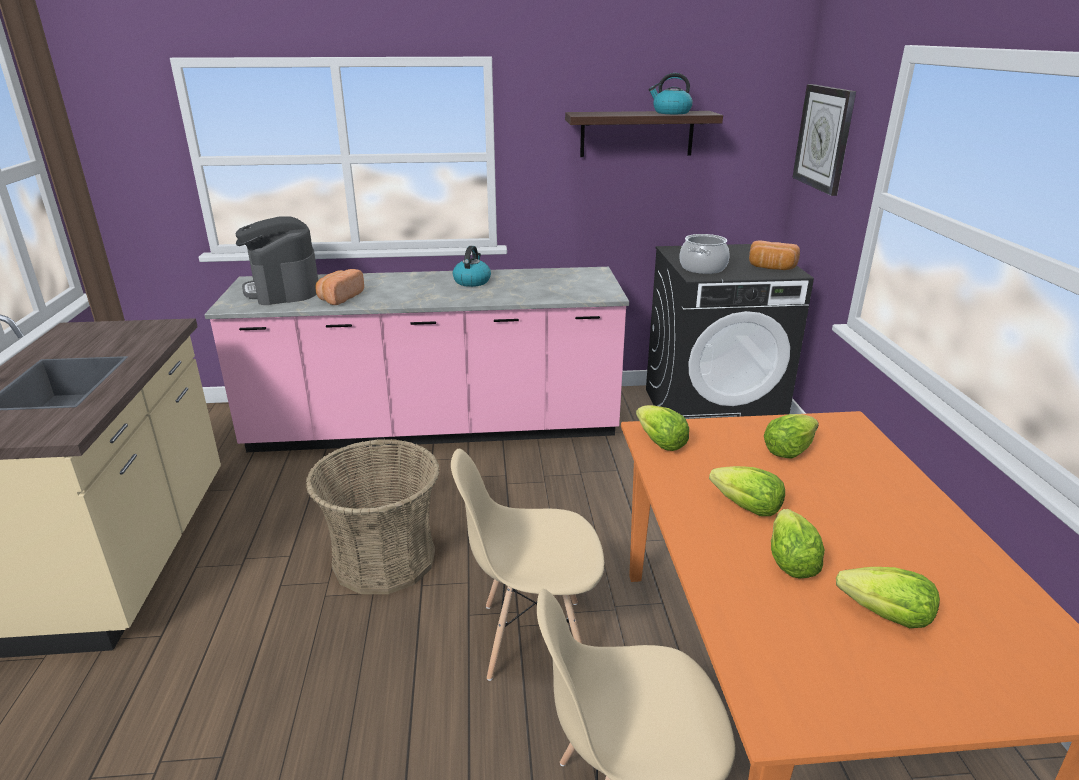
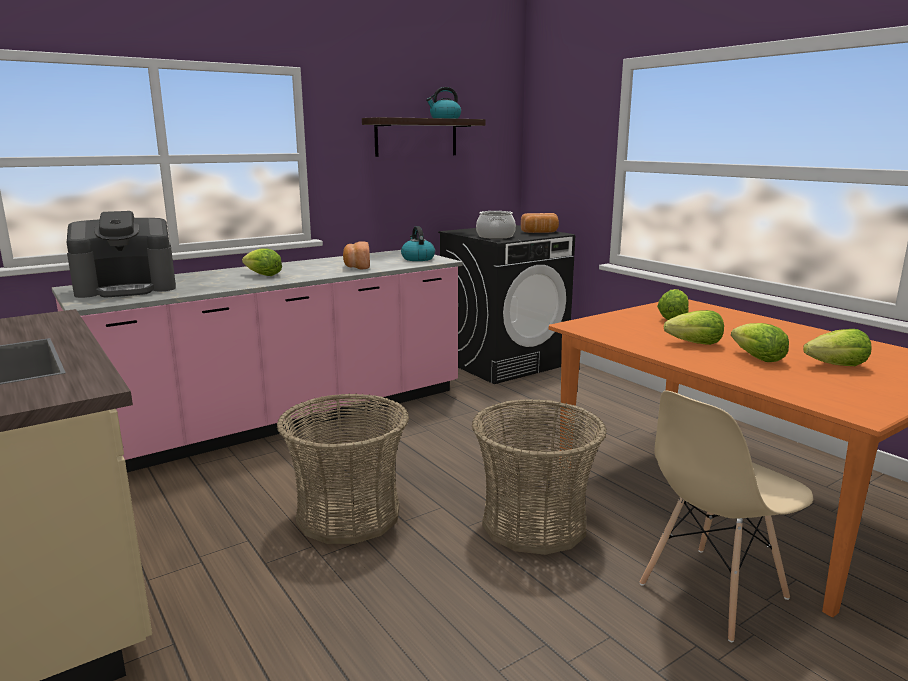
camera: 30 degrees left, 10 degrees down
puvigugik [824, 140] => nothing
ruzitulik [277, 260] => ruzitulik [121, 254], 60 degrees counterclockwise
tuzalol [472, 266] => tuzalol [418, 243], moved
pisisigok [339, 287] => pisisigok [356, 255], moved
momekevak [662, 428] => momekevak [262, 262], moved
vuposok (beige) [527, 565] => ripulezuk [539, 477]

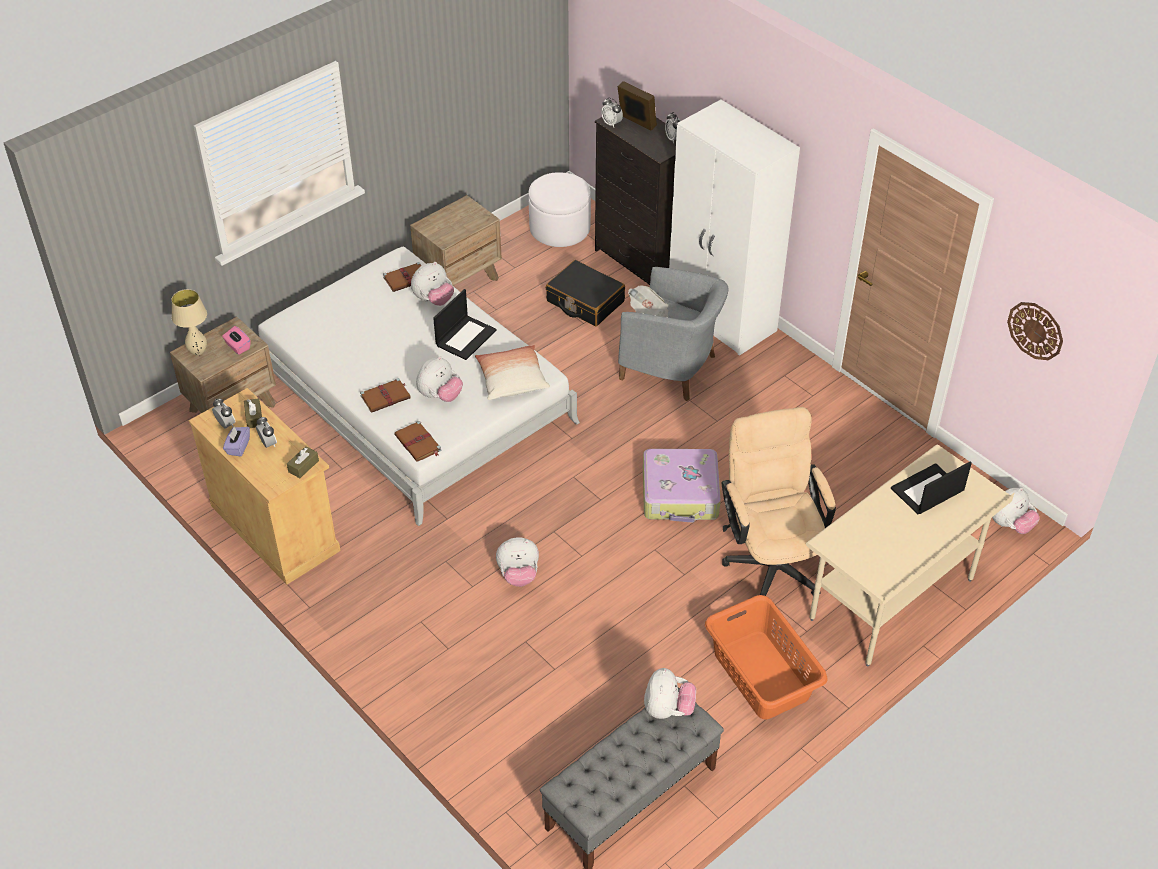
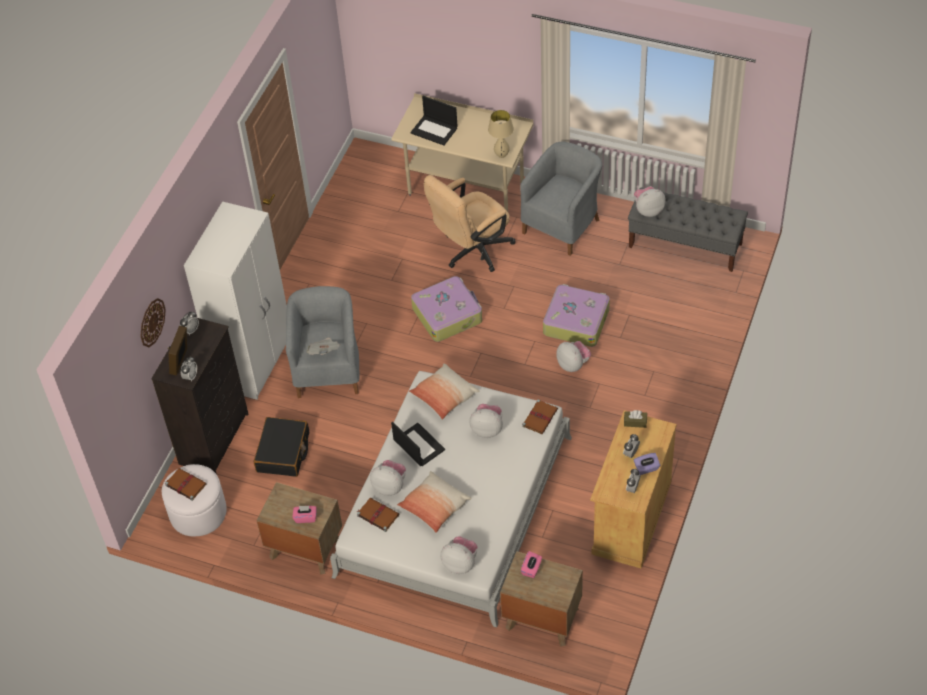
camera: 115 degrees left, 5 degrees up
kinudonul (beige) [189, 322] => kinudonul (beige) [501, 134], moved
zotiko [465, 324] => zotiko [418, 443], 45 degrees clockwise
puvigugik [1035, 331] => puvigugik [153, 322], moved
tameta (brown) [385, 395] => tameta (brown) [186, 484], moved
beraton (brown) [253, 413] => nothing
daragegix [1016, 510] => daragegix [459, 555], moved
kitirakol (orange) [766, 657] => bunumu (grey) [561, 198]
nothing => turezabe [576, 315]
nothing => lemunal [434, 502]
nothing => beraton (pink) [304, 514]

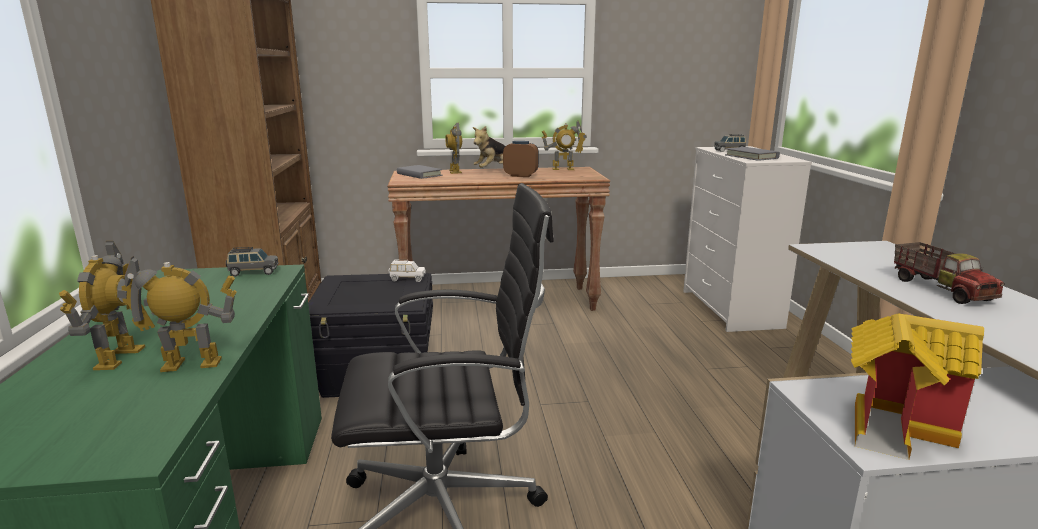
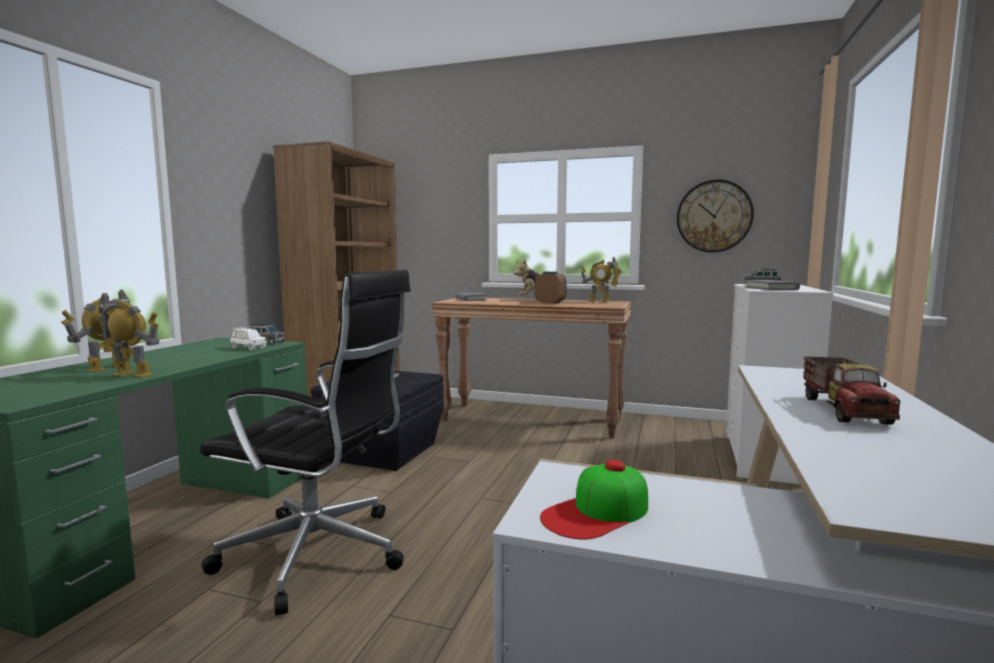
camera: 25 degrees right, 10 degrees down
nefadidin [453, 148] => nothing
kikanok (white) [407, 271] => kikanok (white) [248, 338], moved
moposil [917, 386] => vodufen [594, 500]
nothing => puvigugik [715, 216]

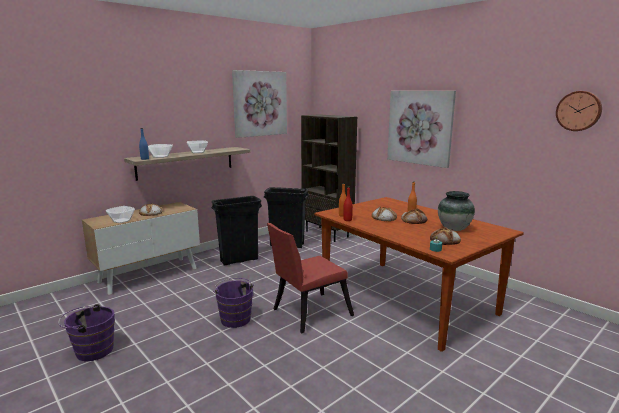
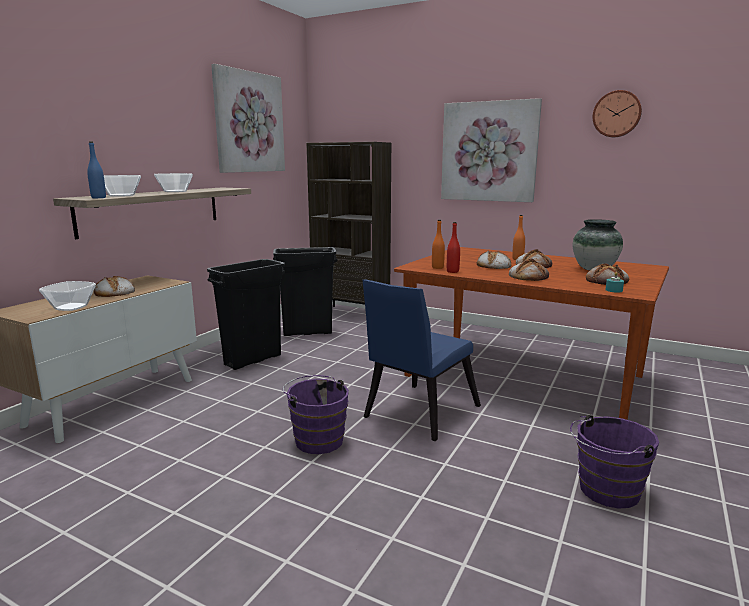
camera: 20 degrees left, 0 degrees up
puvigugik [579, 111] => puvigugik [617, 113], moved
vuposok (red) [310, 278] => vuposok (blue) [422, 360]
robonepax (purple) [86, 332] => robonepax (purple) [614, 461], moved
nothing => pisisigok [529, 270]

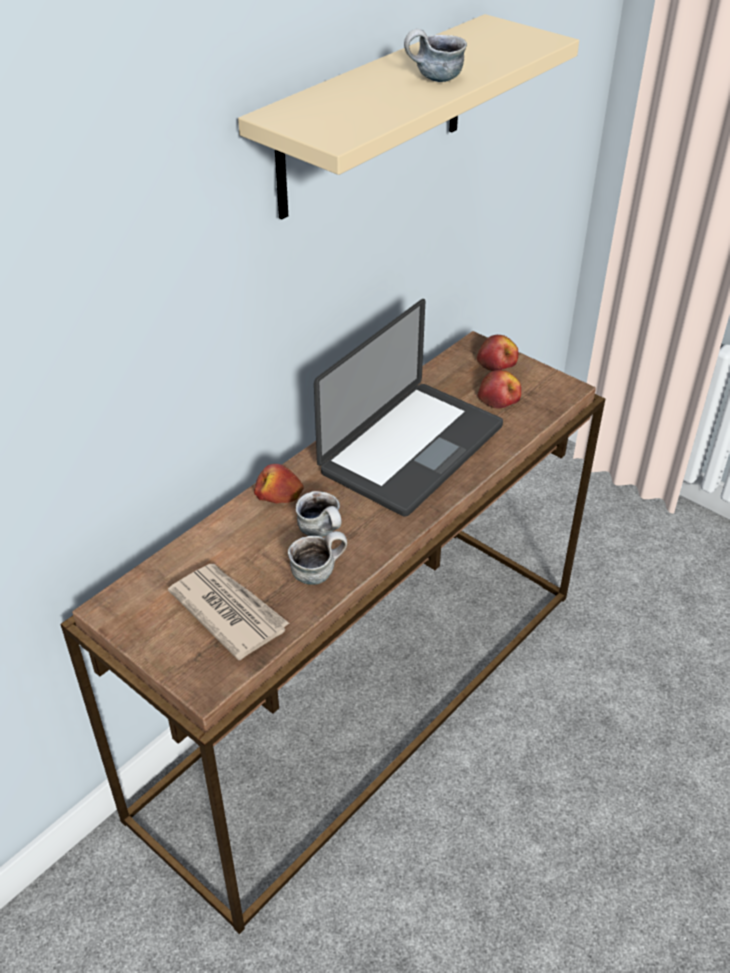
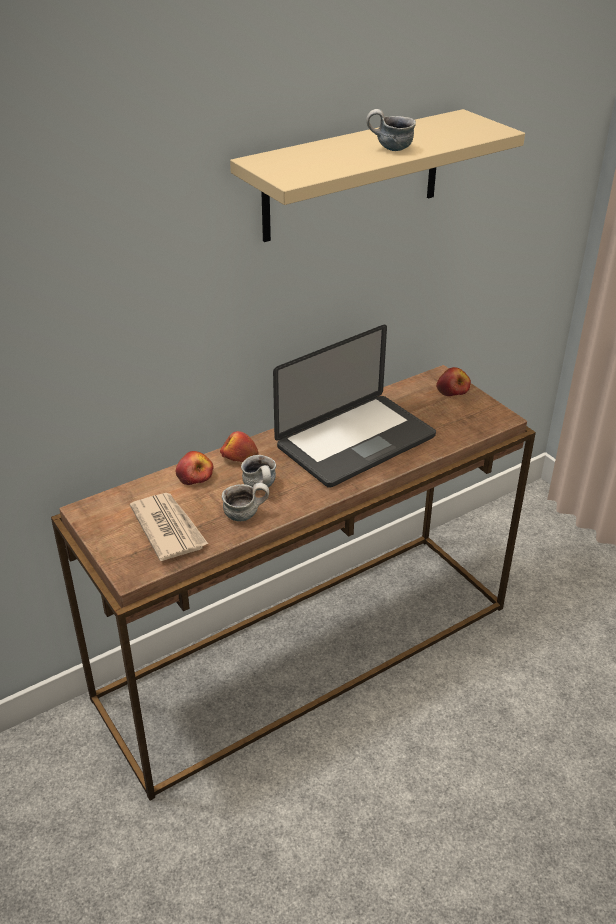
camera: 15 degrees right, 5 degrees down
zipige [499, 389] => zipige [195, 468], moved

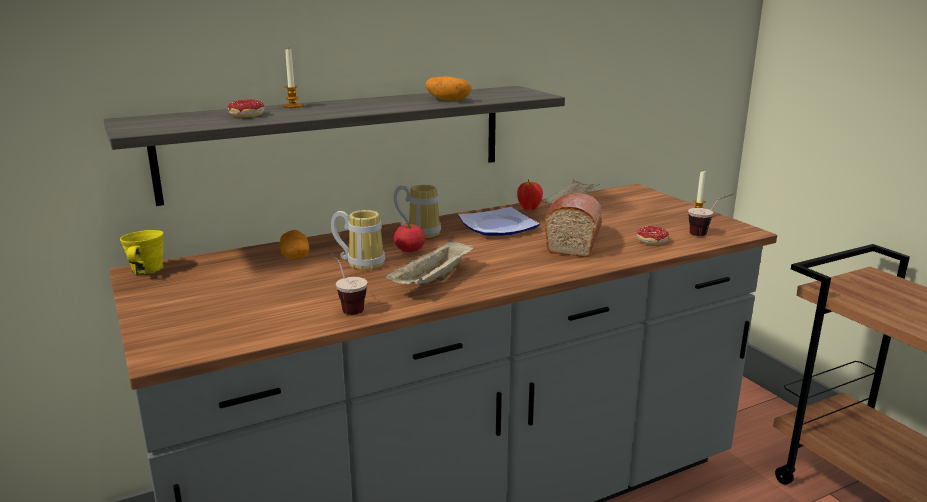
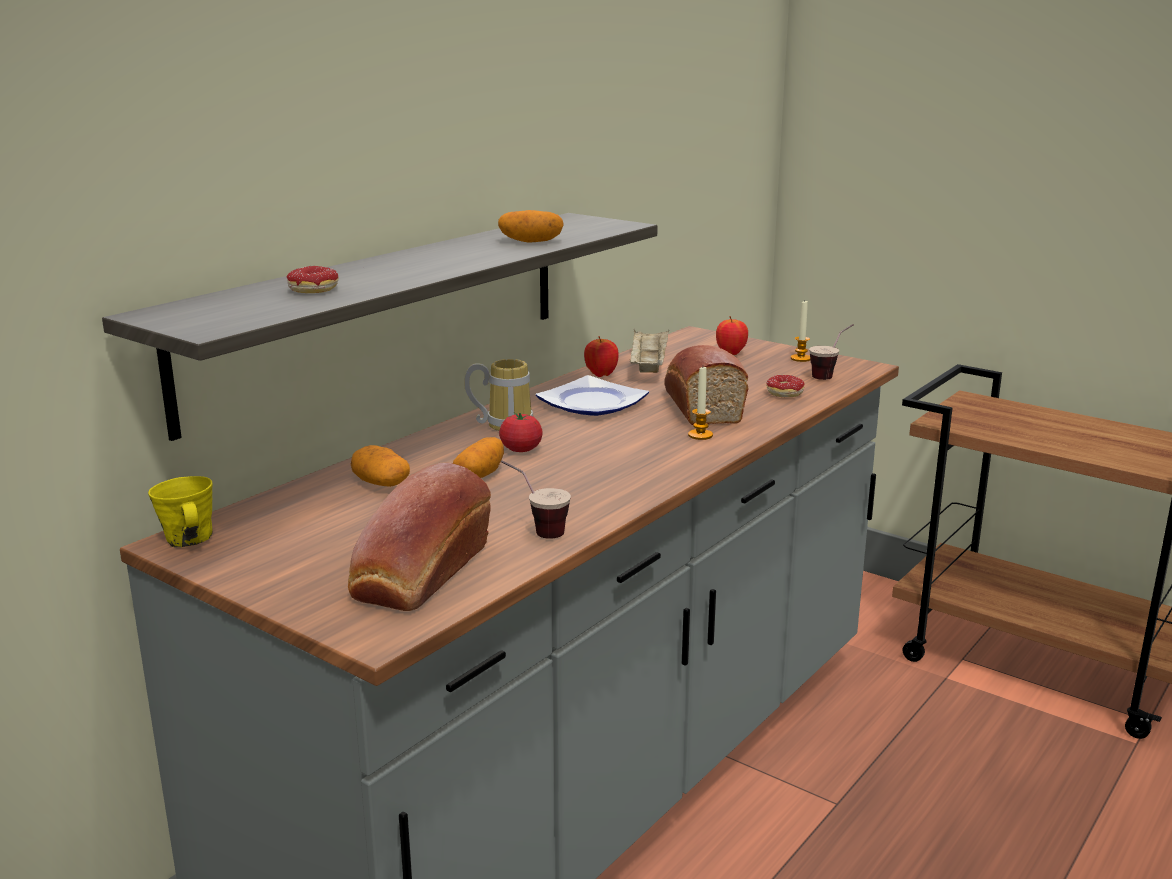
camera: 25 degrees left, 0 degrees up
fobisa [293, 78] => fobisa [700, 403], moved
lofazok [358, 240] => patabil [478, 457]
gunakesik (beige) [429, 262] => nothing
nothing => zipige [732, 335]
nothing => pisisigok [419, 537]

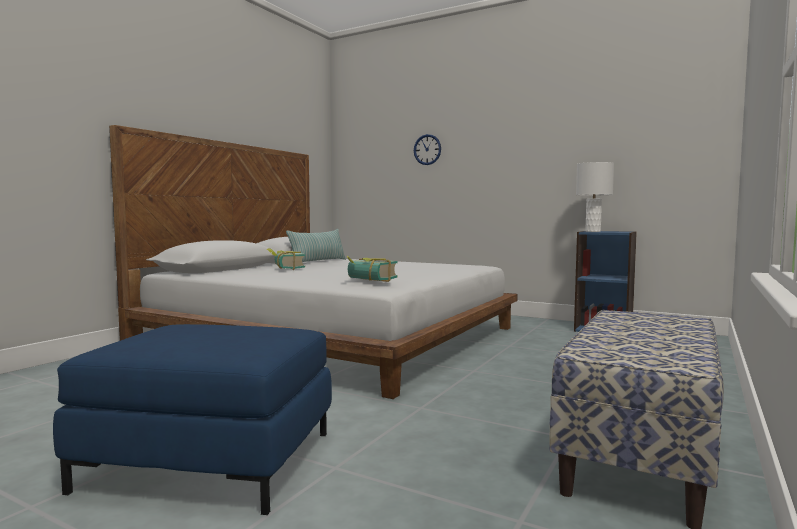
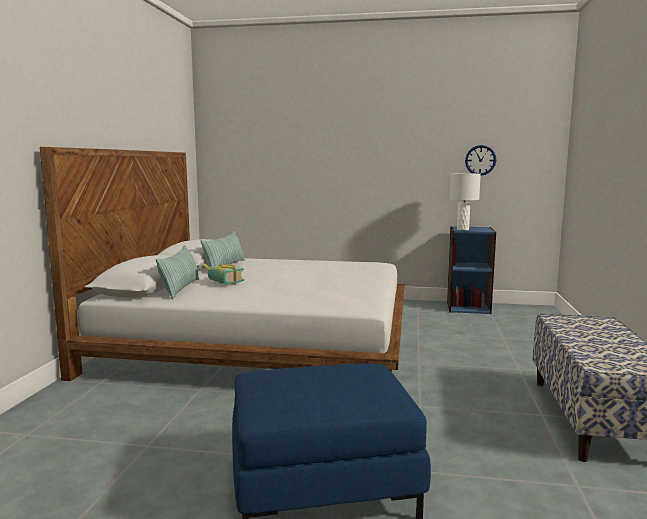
camera: 20 degrees left, 5 degrees up
puvigugik [427, 149] => puvigugik [480, 160], moved
tameta [372, 269] => nothing
nothing => lemunal [177, 272]

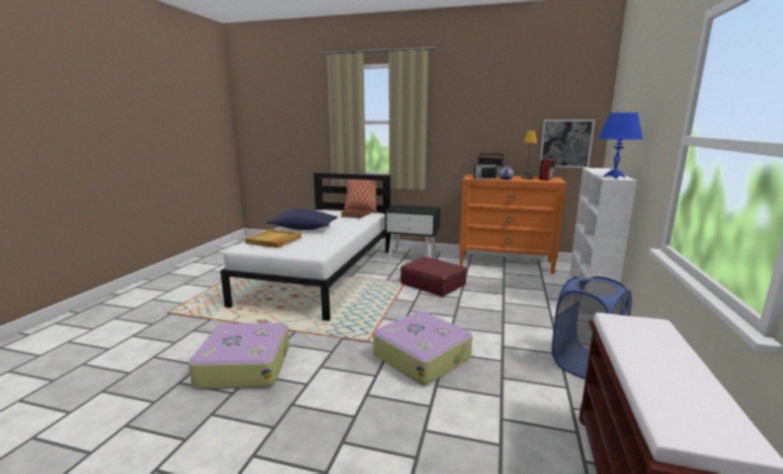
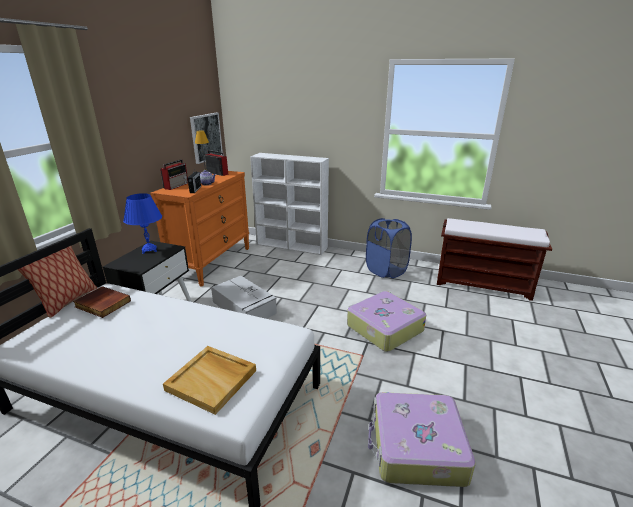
camera: 85 degrees left, 10 degrees up
kinudonul (blue) [620, 145] => kinudonul (blue) [142, 223], moved
lemunal (blue) [302, 219] => nothing
turezabe (red) [433, 277] => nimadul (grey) [244, 297]

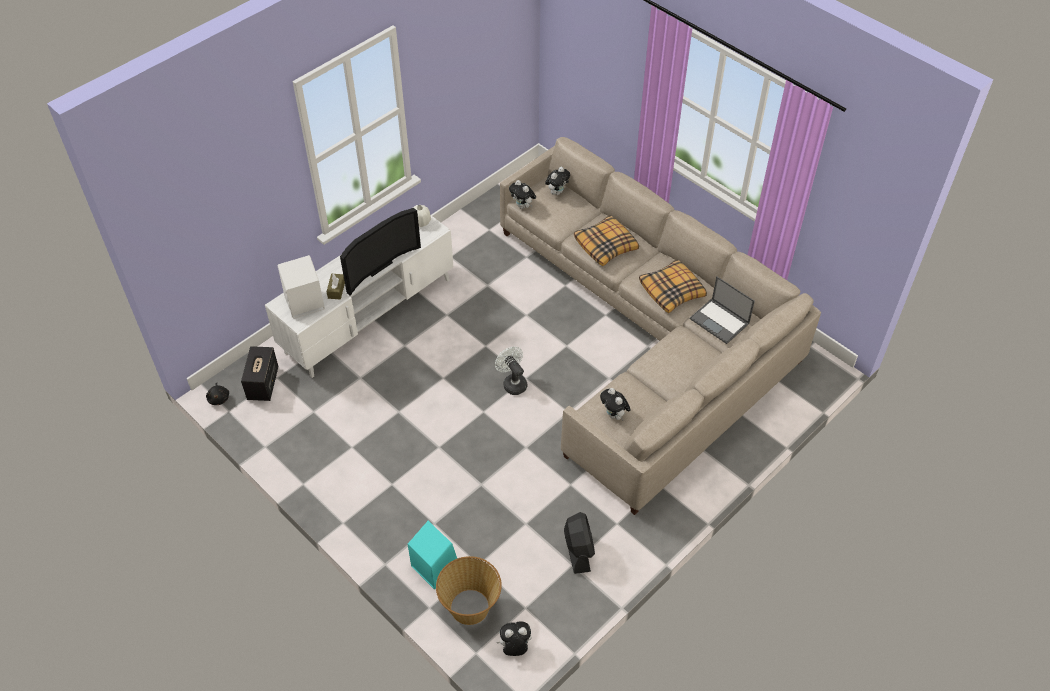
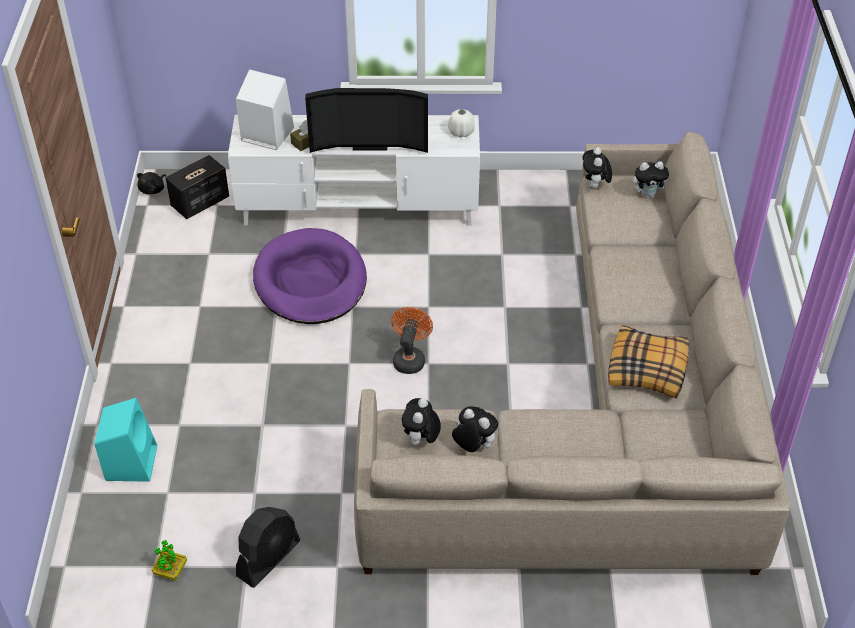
camera: 45 degrees right, 5 degrees down
lemunal [606, 240] => nothing
zotiko [722, 310] => nothing
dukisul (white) [511, 371] => dukisul (orange) [412, 340]
ripulezuk [469, 590] => nothing
daragegix [513, 638] => daragegix [475, 429], moved
nothing => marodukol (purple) [310, 276]
nothing => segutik [169, 560]

